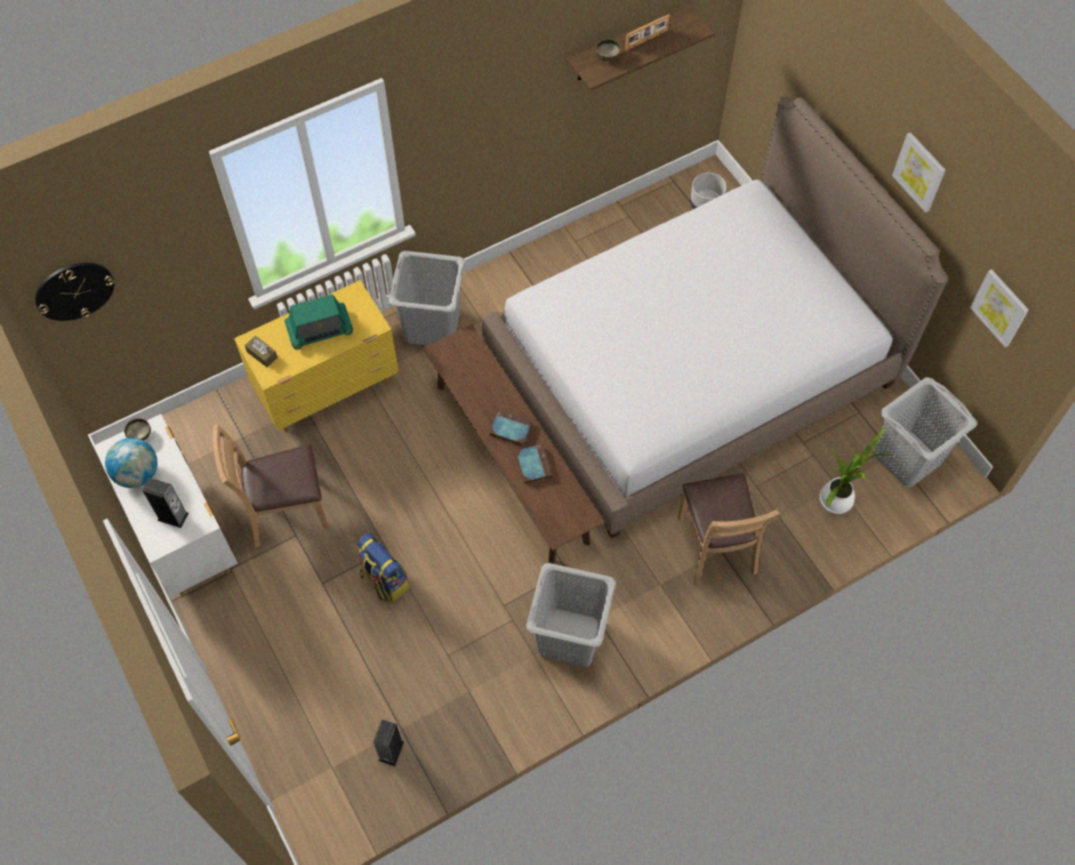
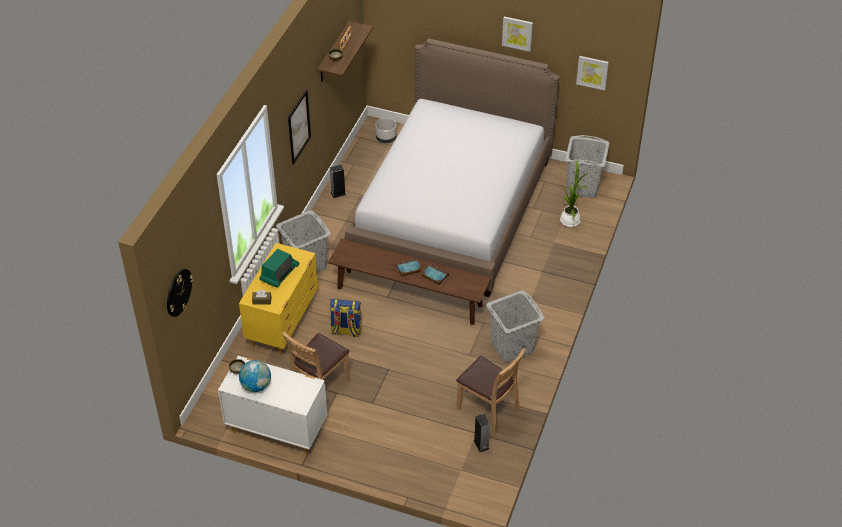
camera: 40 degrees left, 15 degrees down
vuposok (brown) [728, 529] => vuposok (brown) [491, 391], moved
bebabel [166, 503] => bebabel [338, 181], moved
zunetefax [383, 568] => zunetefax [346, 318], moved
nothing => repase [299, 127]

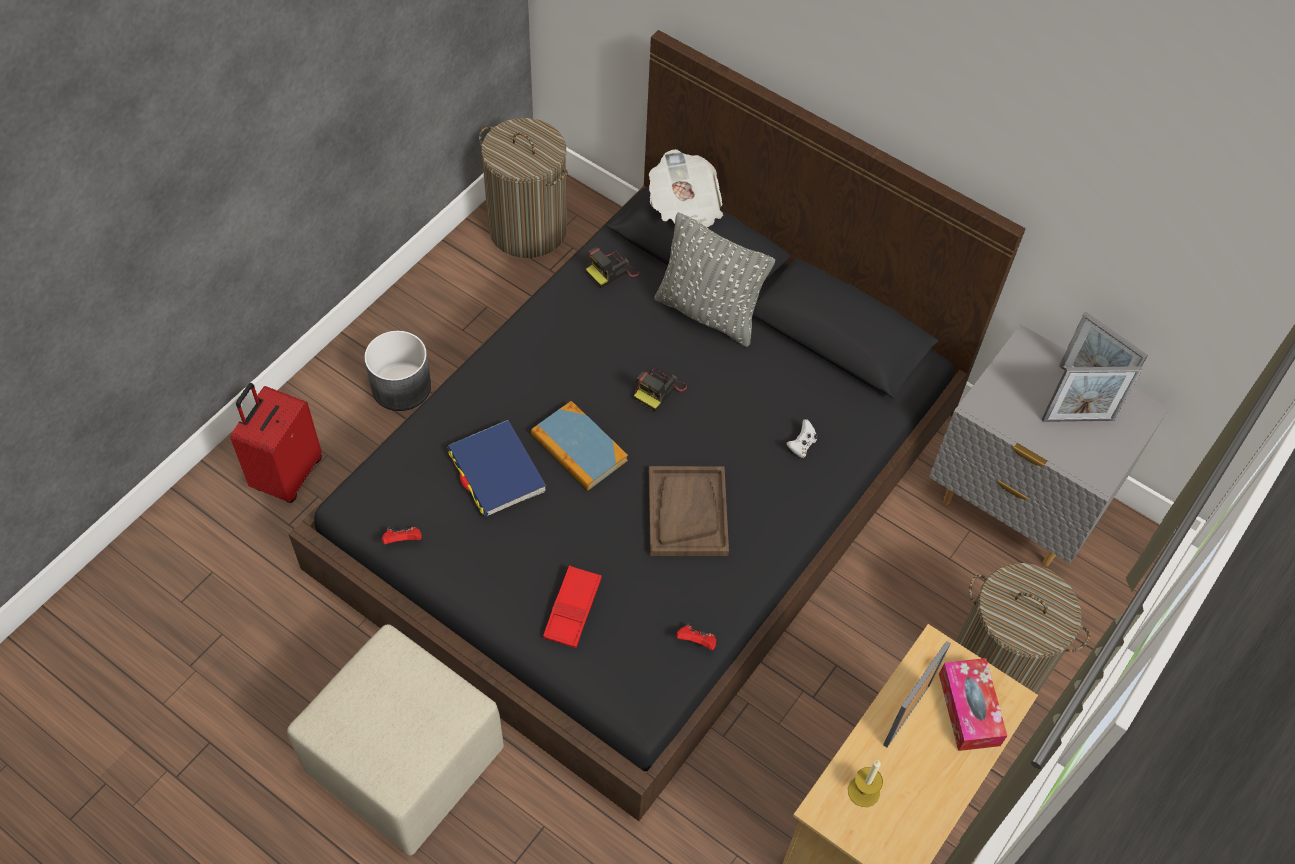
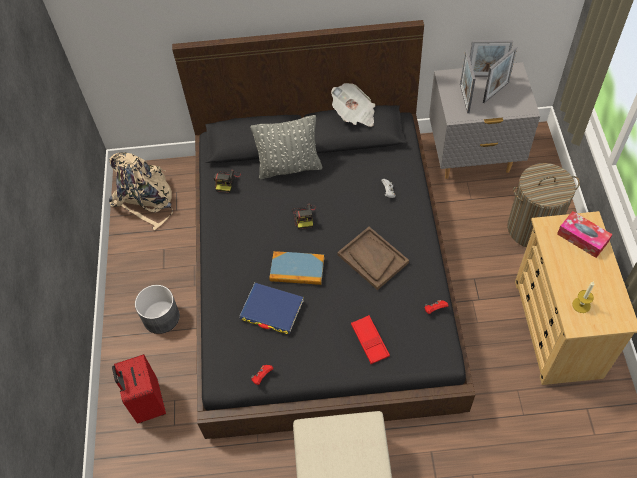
camera: 35 degrees left, 0 degrees up
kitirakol [523, 188] => zunetefax (beige) [141, 191]
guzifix [686, 188] => guzifix [353, 105], moved
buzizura [917, 694] => buzizura [467, 81], moved

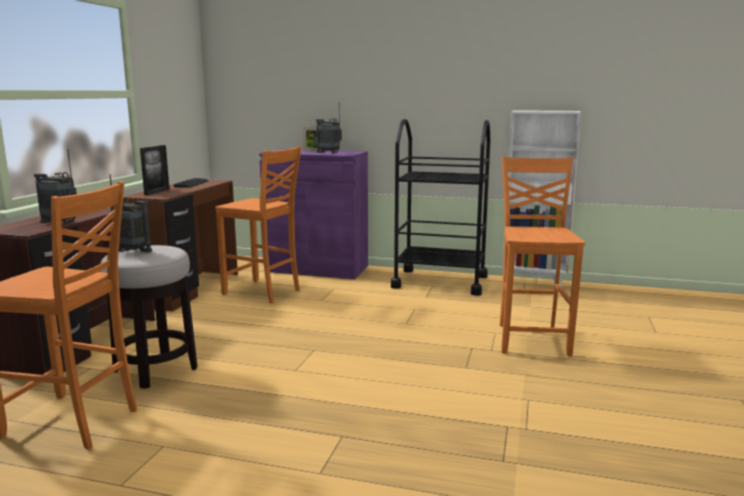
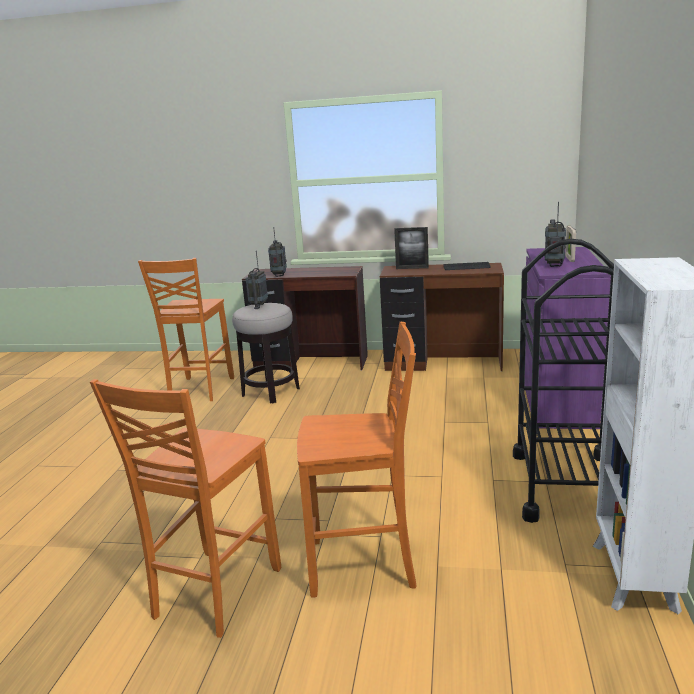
camera: 85 degrees right, 5 degrees up
vuposok (orange) [258, 225] => vuposok (orange) [185, 508], moved

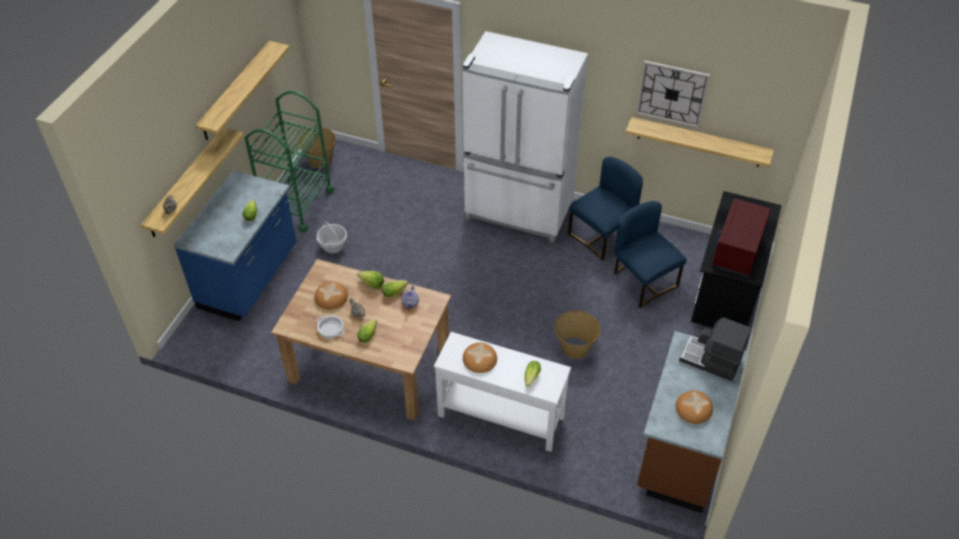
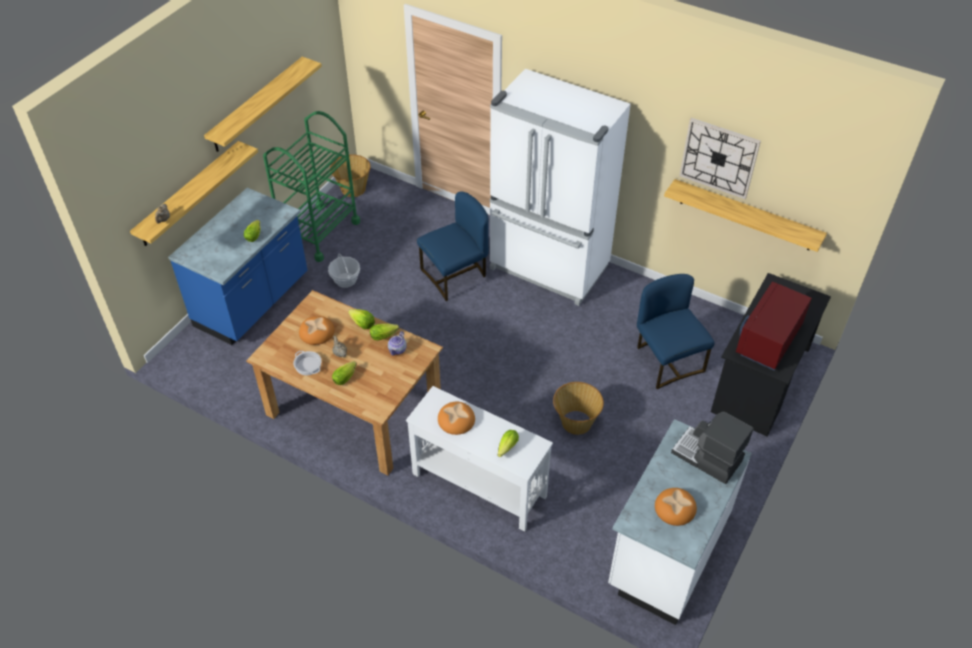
camera: 10 degrees right, 0 degrees up
vuposok (blue) [605, 209] => vuposok (blue) [453, 246], moved
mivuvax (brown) [692, 422] => mivuvax (white) [680, 522]

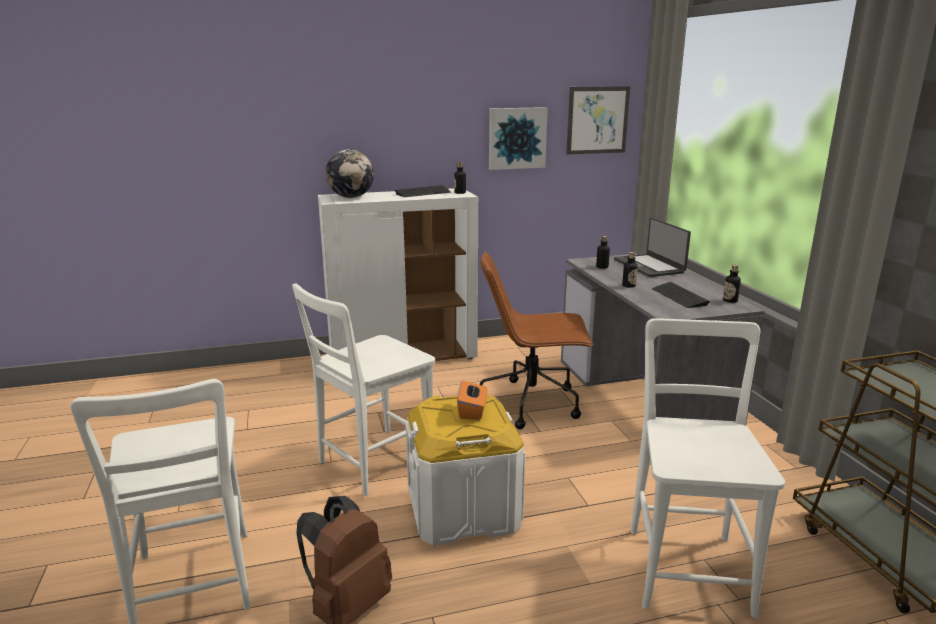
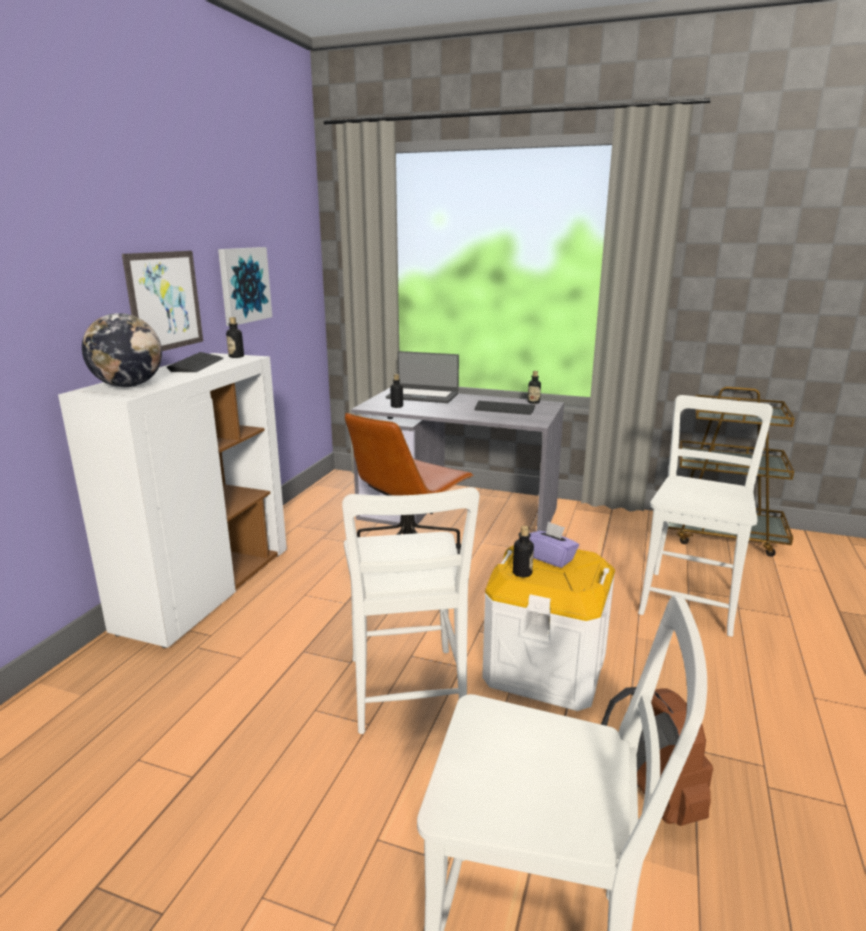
camera: 55 degrees left, 0 degrees up
repase [598, 120] => repase [162, 301], moved
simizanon [630, 270] => simizanon [523, 551], moved
vuposok (white) [708, 468] => vuposok (white) [705, 516], 75 degrees clockwise
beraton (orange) [472, 400] => beraton (purple) [554, 545]

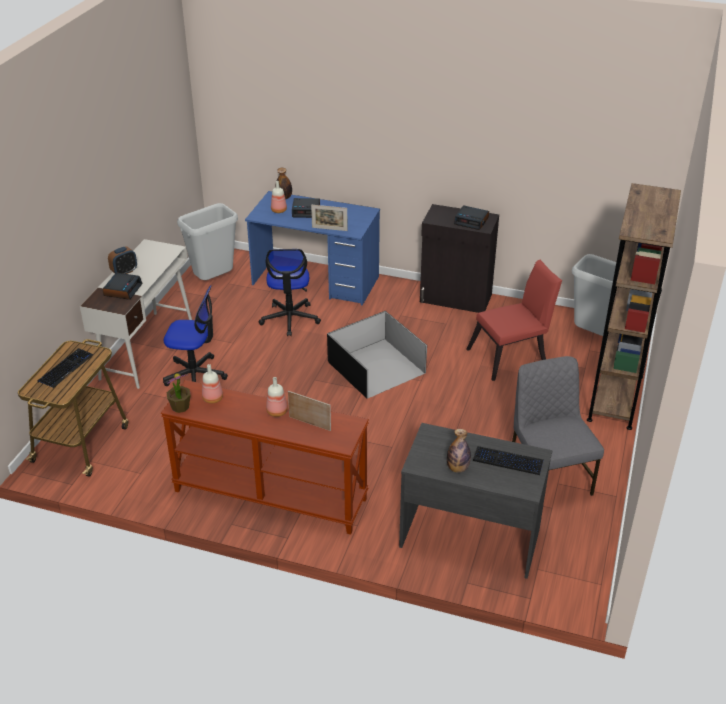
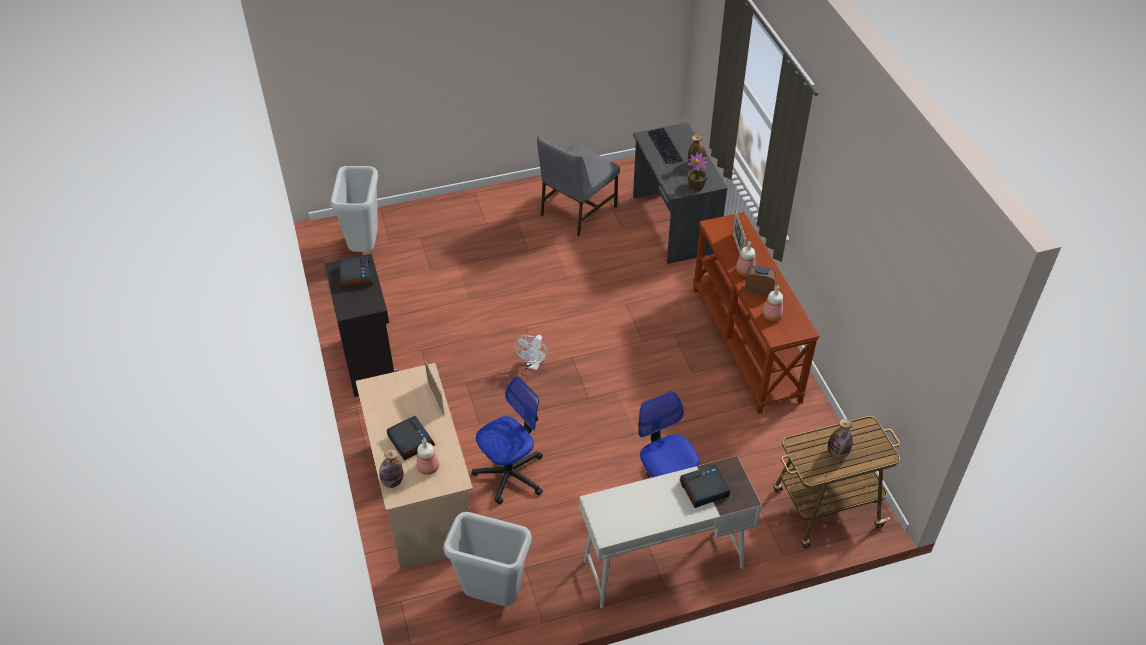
camera: 125 degrees left, 10 degrees up
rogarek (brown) [634, 306] => nothing
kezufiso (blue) [312, 248] => kezufiso (beige) [414, 466]
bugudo [122, 260] => bugudo [760, 280], moved
vuposok (red) [514, 320] => nothing
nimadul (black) [377, 354] => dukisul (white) [531, 353]
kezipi [65, 368] => simizanon [840, 439]
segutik [177, 393] => segutik [697, 171], moved

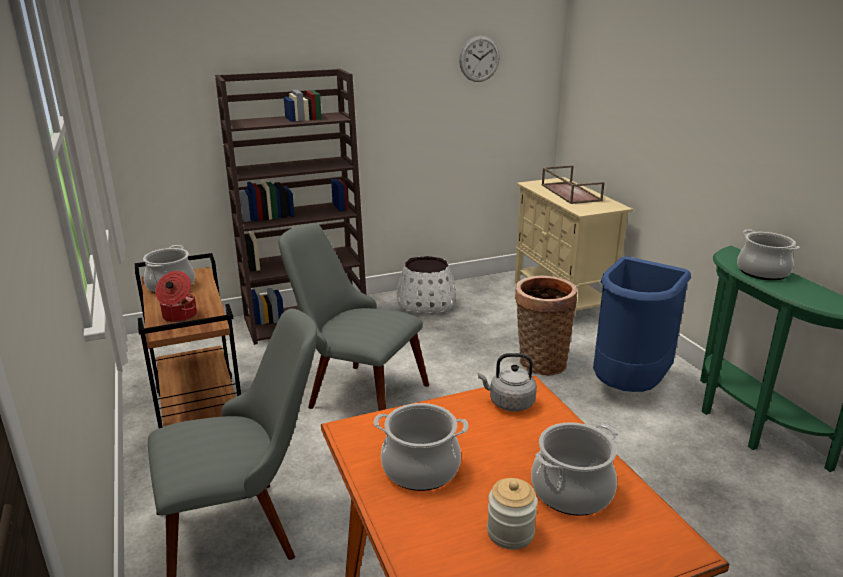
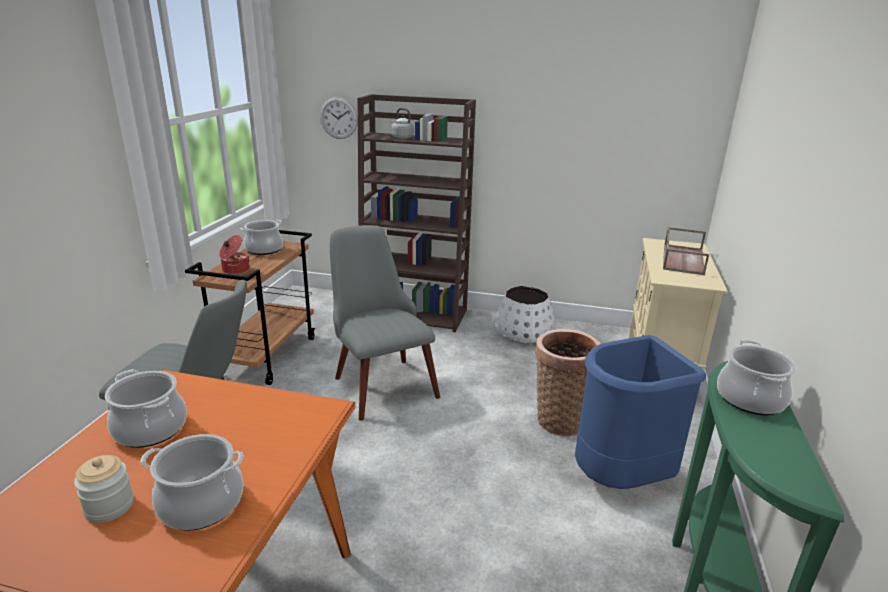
camera: 35 degrees right, 0 degrees up
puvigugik [479, 59] => puvigugik [339, 118], moved
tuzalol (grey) [507, 382] => tuzalol (grey) [402, 123], moved

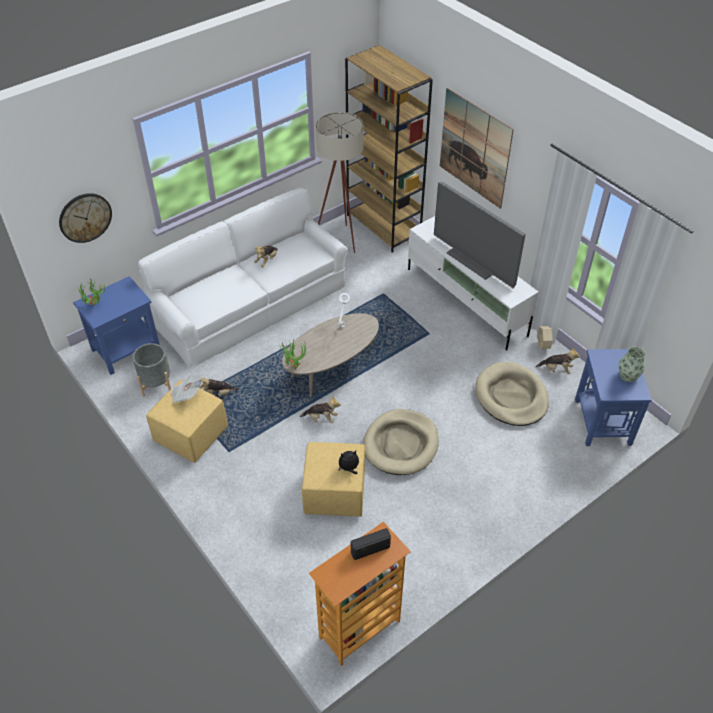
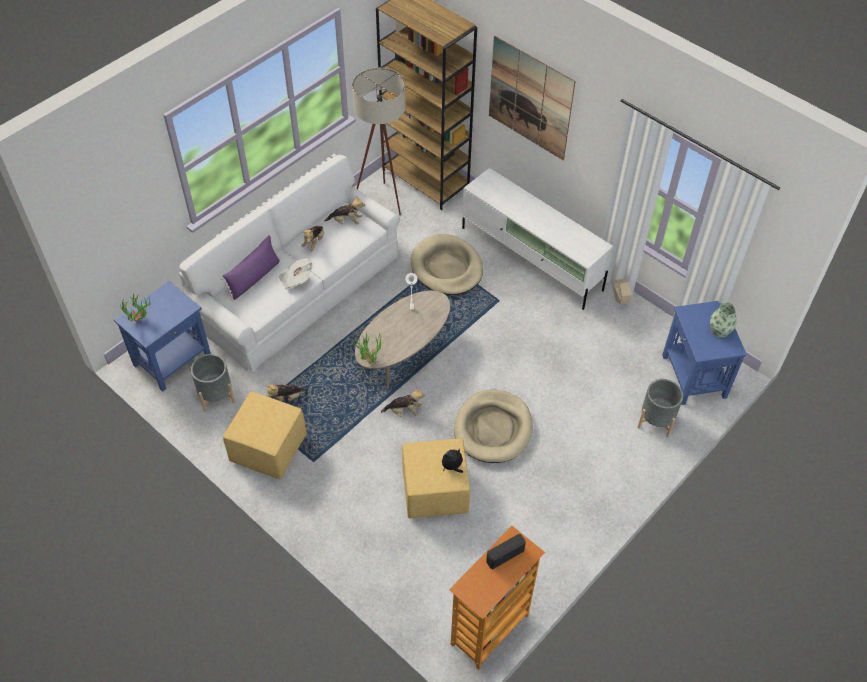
camera: 10 degrees left, 5 degrees up
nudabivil [480, 235] => nothing
puvigugik [85, 218] => nothing
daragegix [558, 360] => daragegix [345, 210], moved
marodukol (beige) [512, 394] => marodukol (beige) [447, 264], moved
guzifix [187, 388] => guzifix [296, 273], moved
nothing => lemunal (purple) [251, 268]
nothing => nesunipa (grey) [660, 408]

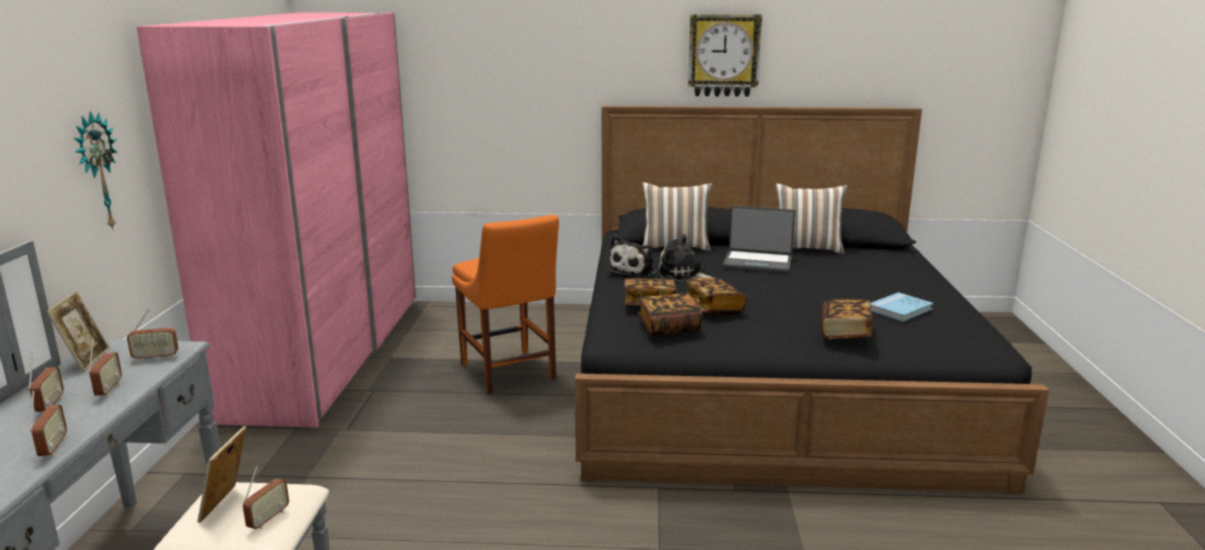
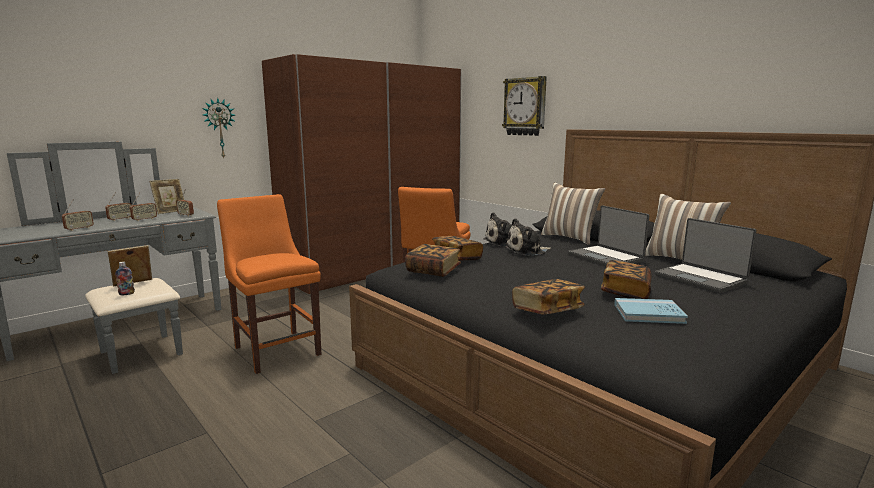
camera: 45 degrees right, 5 degrees down
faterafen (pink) [276, 220] => faterafen (brown) [361, 174]
puvigugik [725, 55] => puvigugik [524, 106], moved
daragegix [686, 258] => daragegix [528, 237], 90 degrees counterclockwise
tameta [716, 296] => tameta [626, 279], moved
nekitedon [266, 497] => simizanon [125, 278]
nothing => vuposok (orange) [269, 284]
nothing => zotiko [705, 255]

